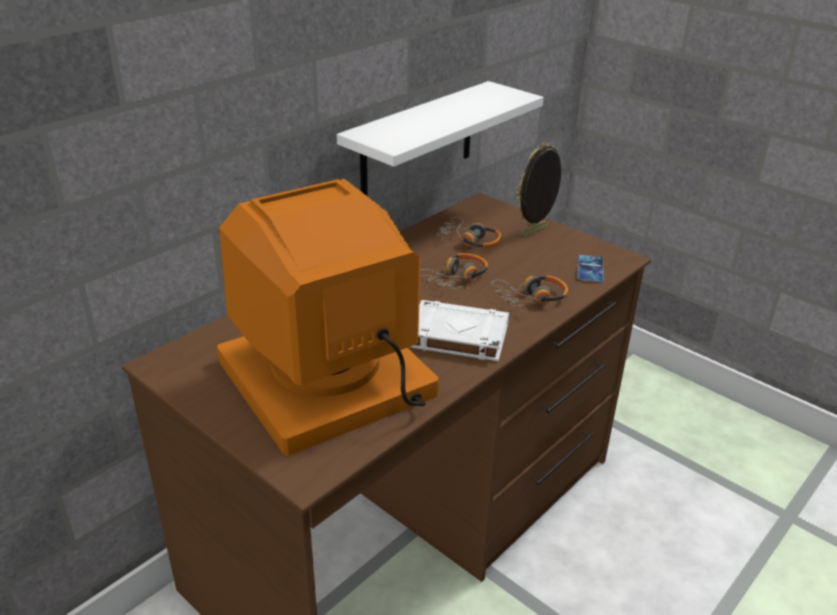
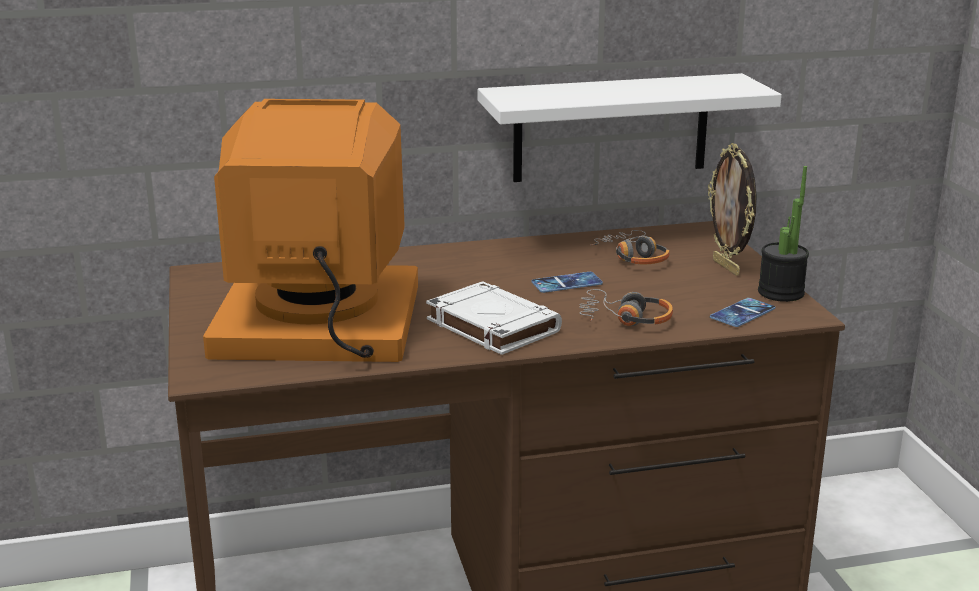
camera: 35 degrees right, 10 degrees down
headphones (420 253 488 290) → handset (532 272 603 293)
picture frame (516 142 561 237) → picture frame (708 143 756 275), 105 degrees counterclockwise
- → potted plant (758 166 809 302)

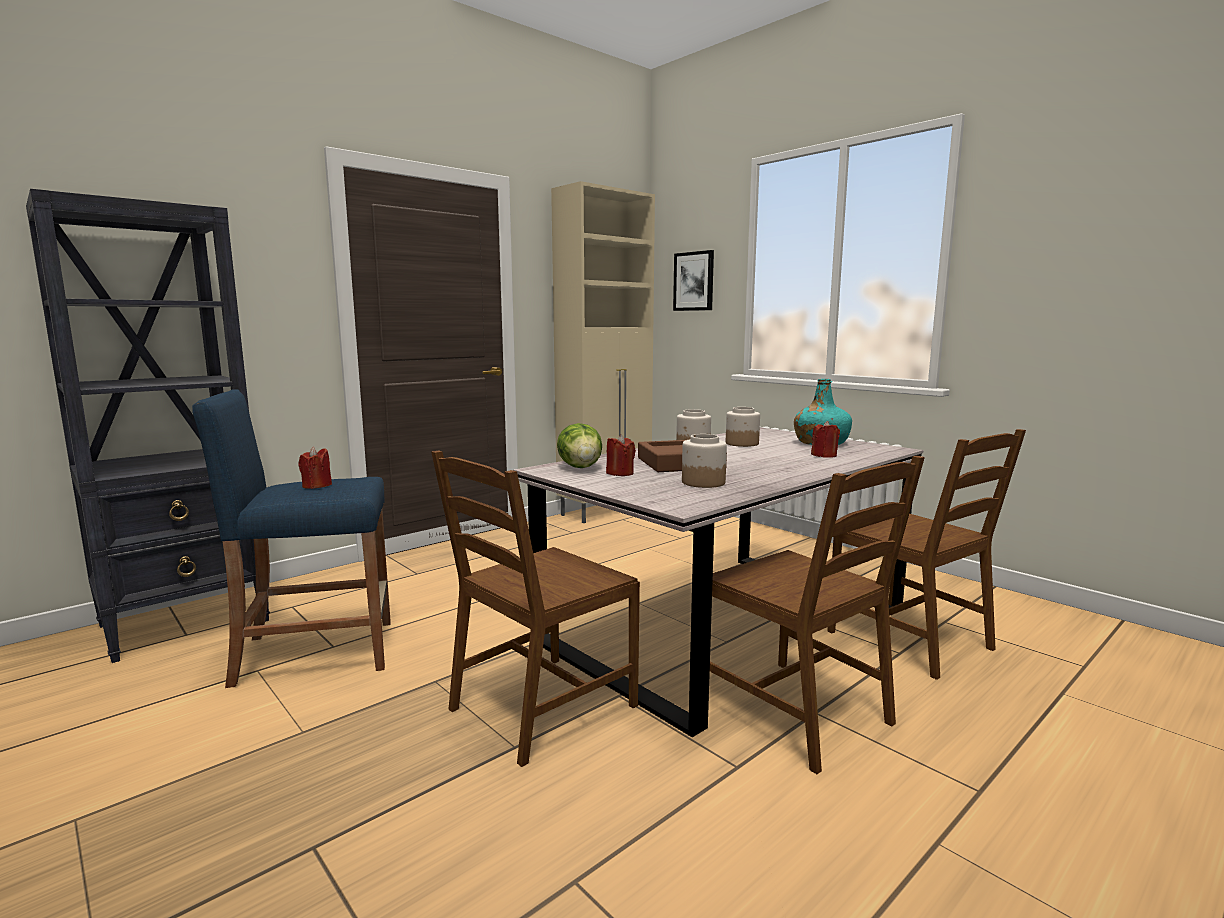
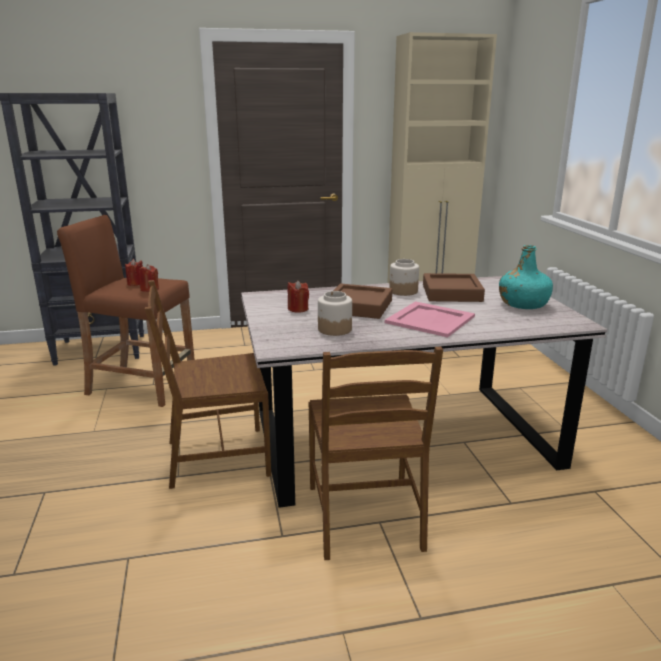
camera: 30 degrees right, 10 degrees up
sitting stool in bluish (192 389 391 688) → sitting stool in brownish (57 215 195 407)
lettuce head (557 423 602 468) → -
wall art (673 250 714 311) → -
preserve jar (726 407 760 447) → carrying tray in brownish (423 273 485 302)
candle in red (811 421 840 458) → candle in red (139 264 159 292), relocated
upright chair in brownish (827 429 1026 680) → -
- → carrying tray in pink (385 301 475 337)

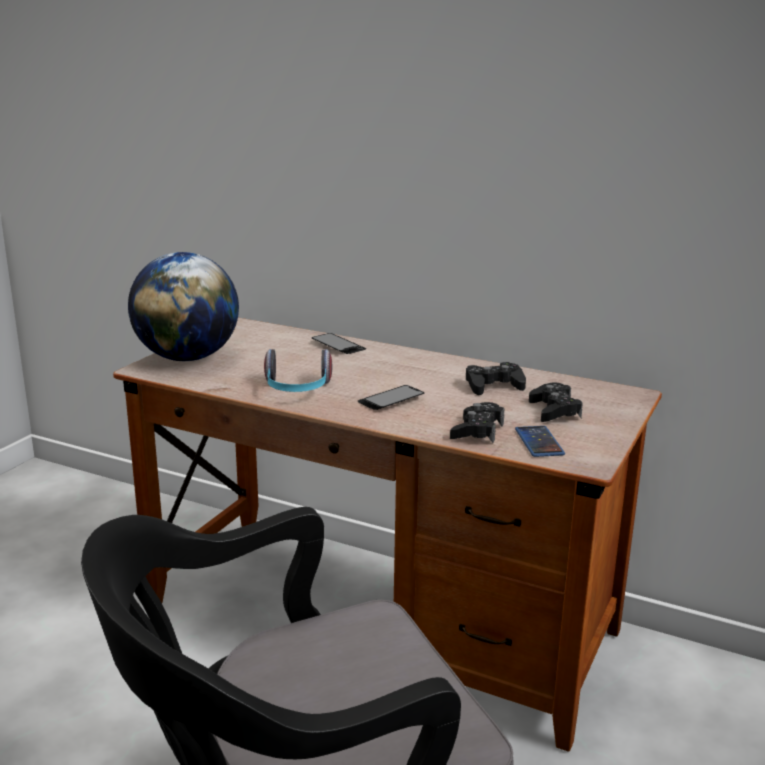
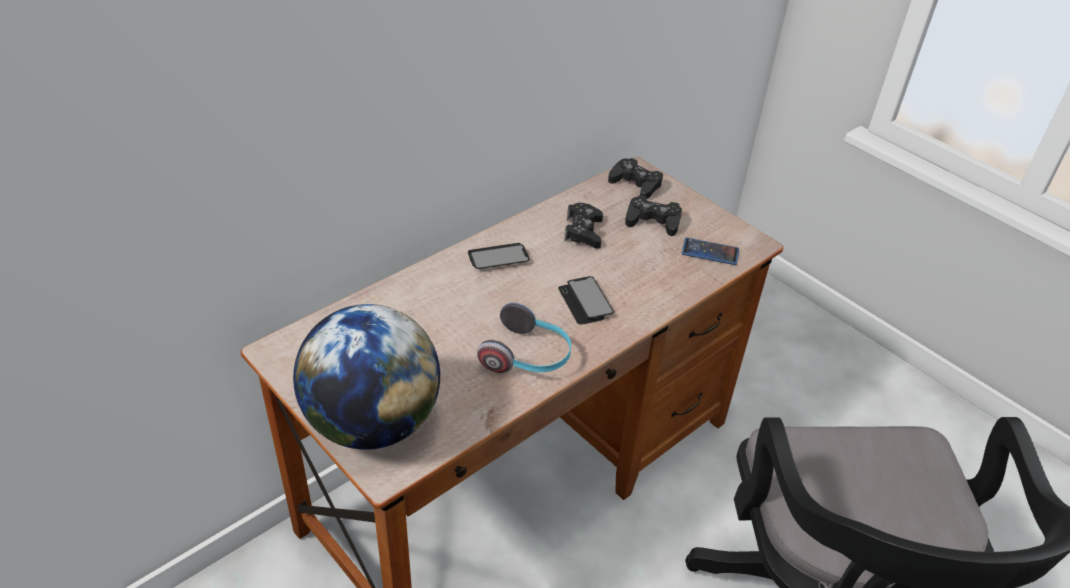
camera: 70 degrees left, 20 degrees up
handset (312 333 366 354) → handset (468 243 530 269), relocated
gamepad in blackish (450 402 505 443) → gamepad in blackish (608 158 663 199), relocated

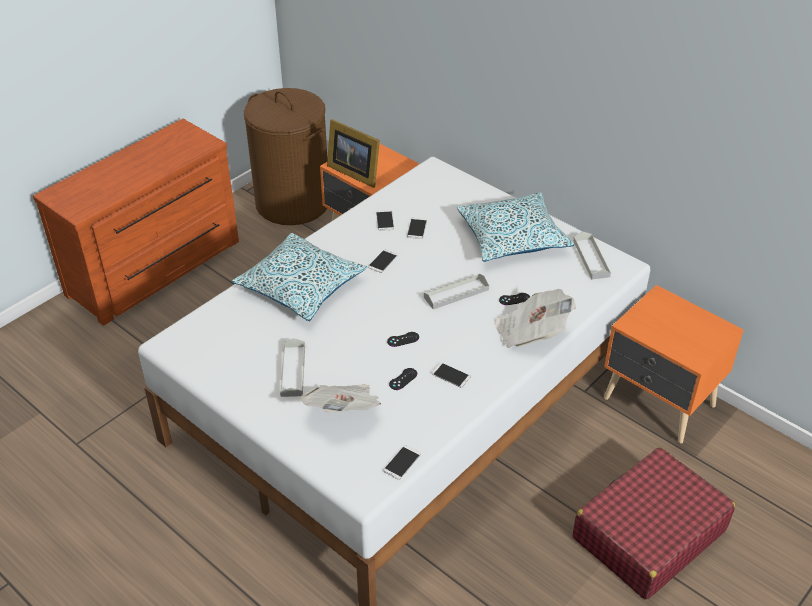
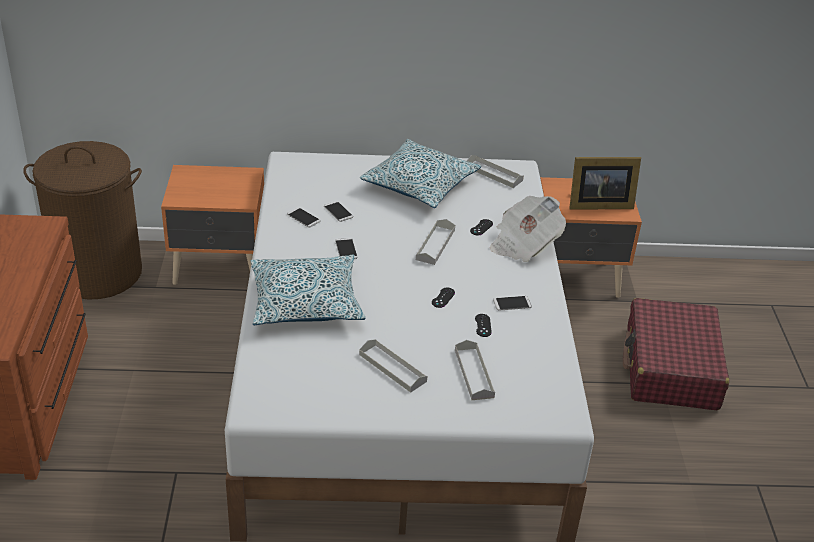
camera: 45 degrees left, 5 degrees down
daily paper (301 384 381 412) → carrying tray in greyish (455 340 495 400)
picture frame (327 119 380 188) → picture frame (569 157 641 210), relocated
handset (384 446 421 480) → -

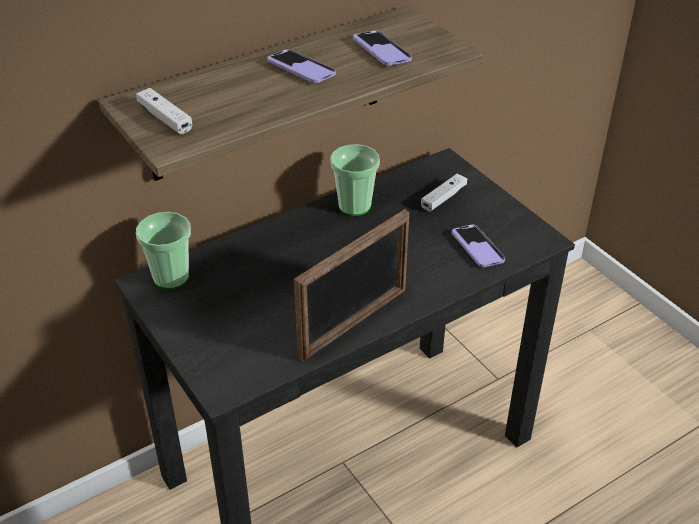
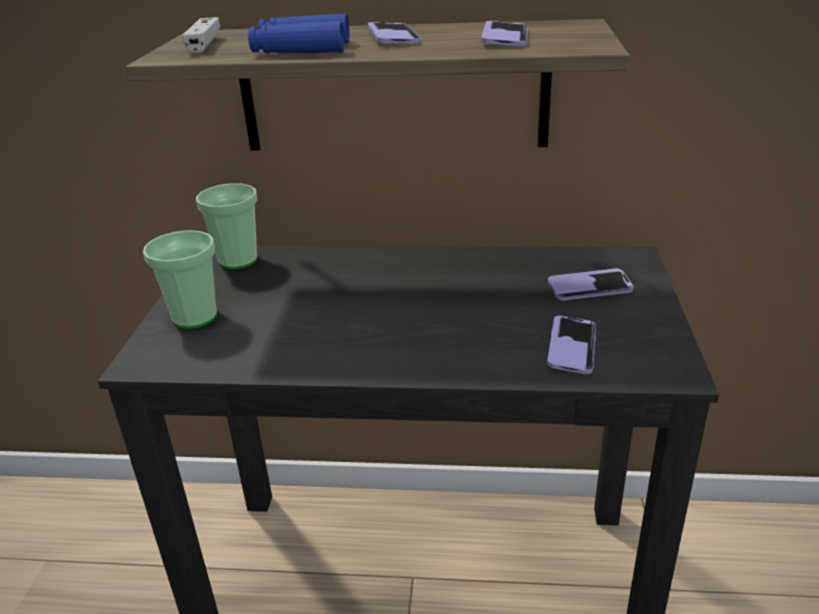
camera: 40 degrees right, 10 degrees down
picture frame (294 209 409 361) → -
drinking cup (330 144 380 216) → drinking cup (143 230 217 329), relocated
gamepad in whitish (421 174 467 212) → handset (548 268 634 301)
- → field glasses in bluish (248 14 350 53)

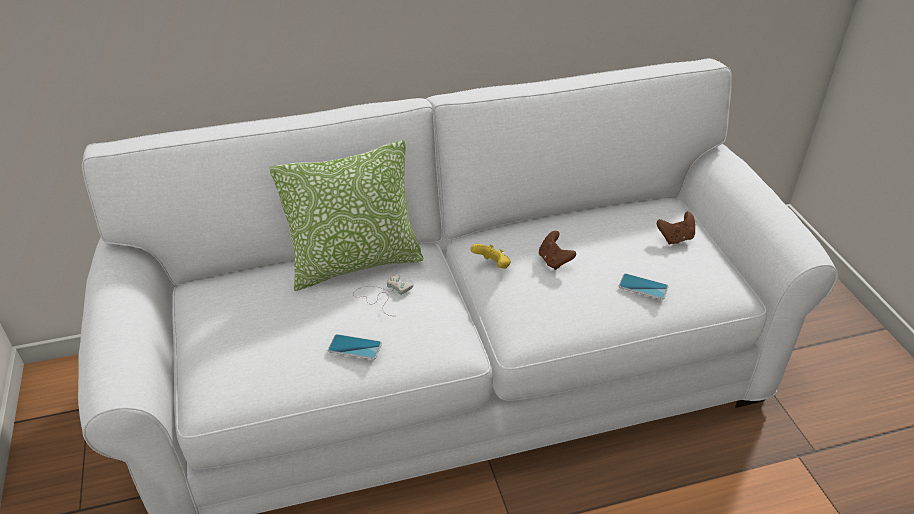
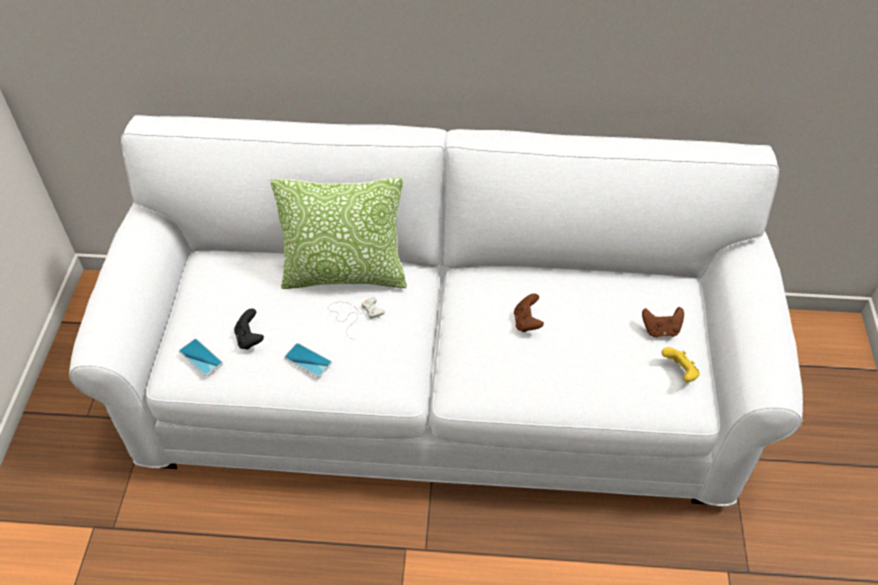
camera: 20 degrees right, 10 degrees up
gamepad in yellow (470 244 511 269) → gamepad in yellow (661 347 700 382), relocated
handset (619 273 669 300) → handset (179 339 223 376), relocated
- → gamepad in blackish (234 308 264 350)

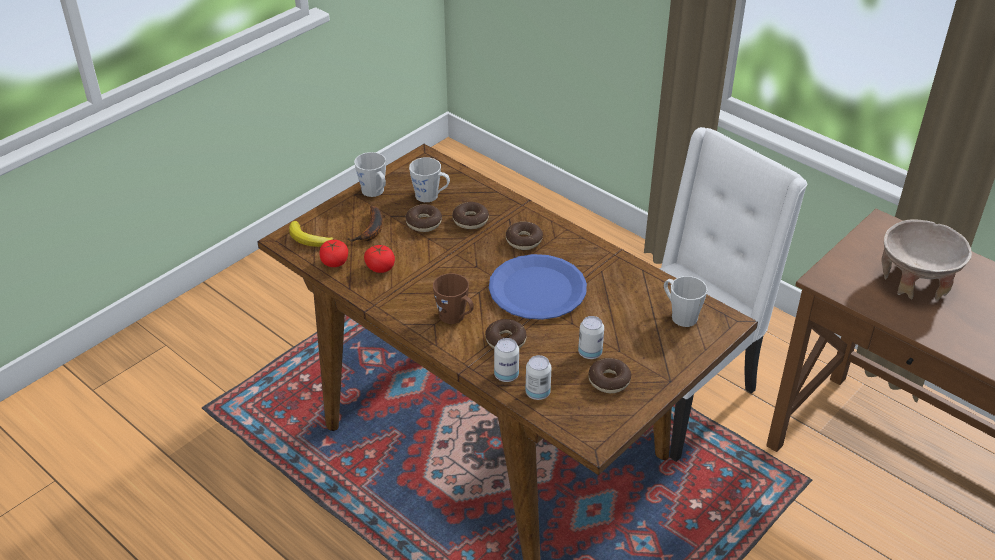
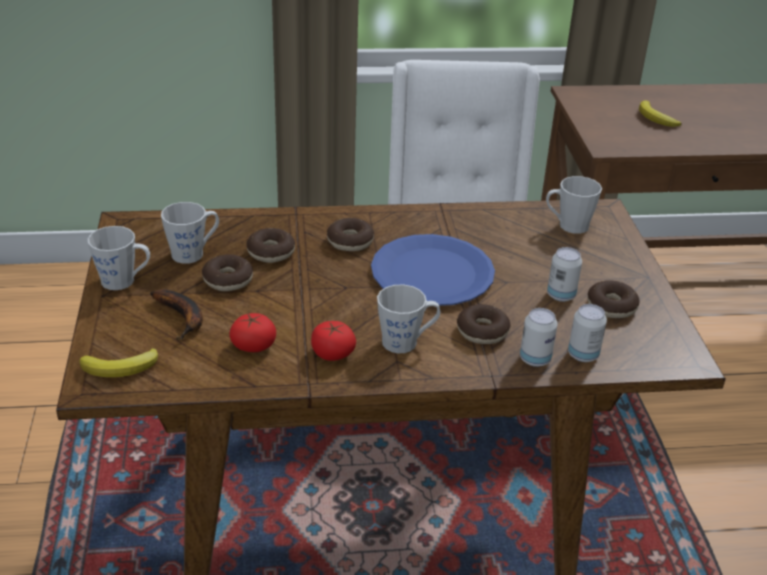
camera: 50 degrees left, 5 degrees down
whole tomato (319 240 348 267) → whole tomato (311 321 356 361), relocated
mug in brownish (433 273 474 324) → mug in greyish (377 285 440 353)
bowl in beige (882 219 972 301) → whole banana (639 100 682 127)

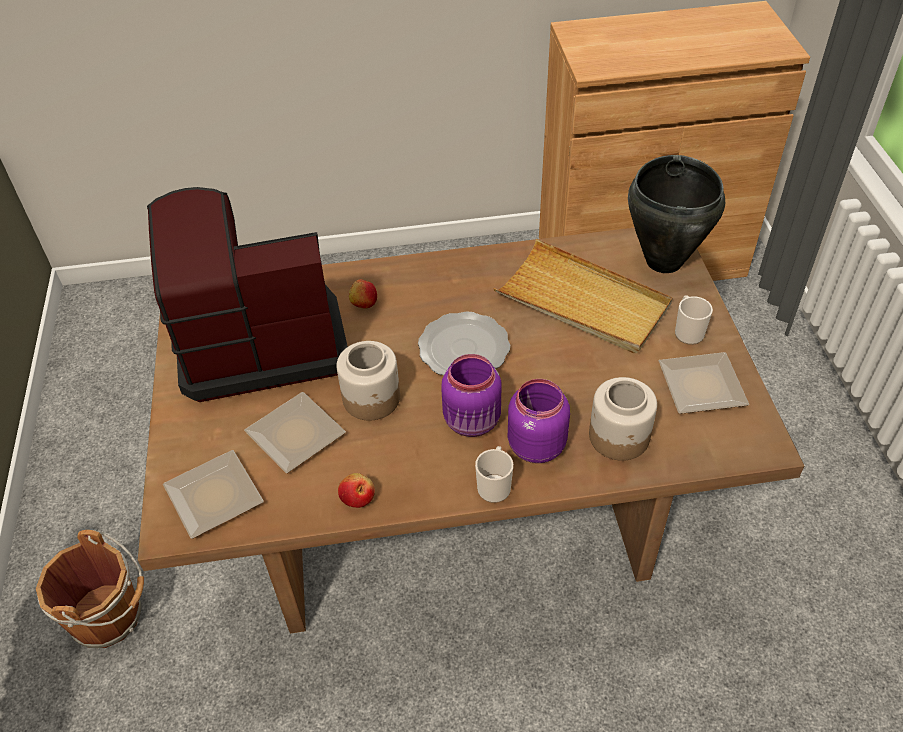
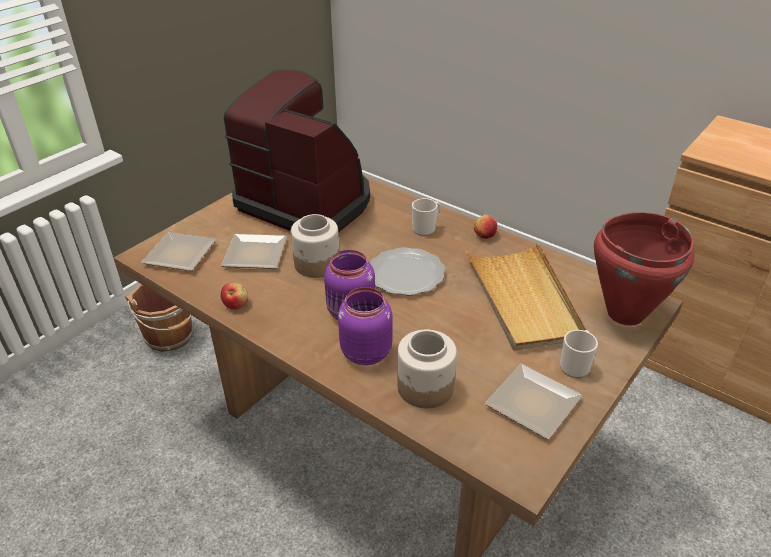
camera: 45 degrees right, 10 degrees down
whole apple (349 279 377 309) → whole apple (474 215 497 239), relocated
mug (475 446 513 503) → mug (412 198 440 236), relocated
stockpot in blackish (628 155 725 273) → stockpot in red (594 212 695 326)

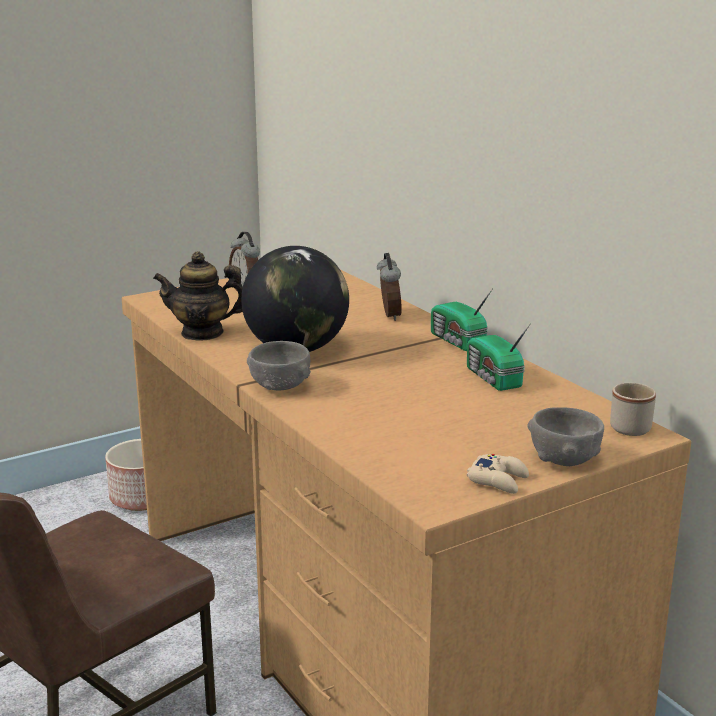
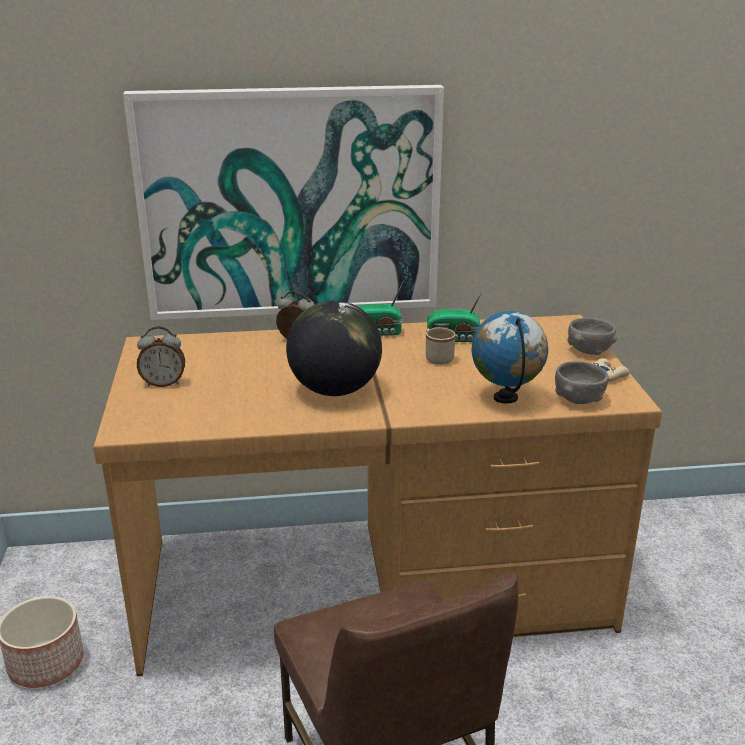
camera: 65 degrees left, 5 degrees up
tea pot (153 252 243 341) → -
bowl in greyish (247 341 311 390) → bowl in greyish (555 361 609 404), relocated
mug in beige (610 383 656 436) → mug in beige (426 328 455 365), relocated
- → wall art (123 85 444 320)
- → desk globe (471 311 548 404)

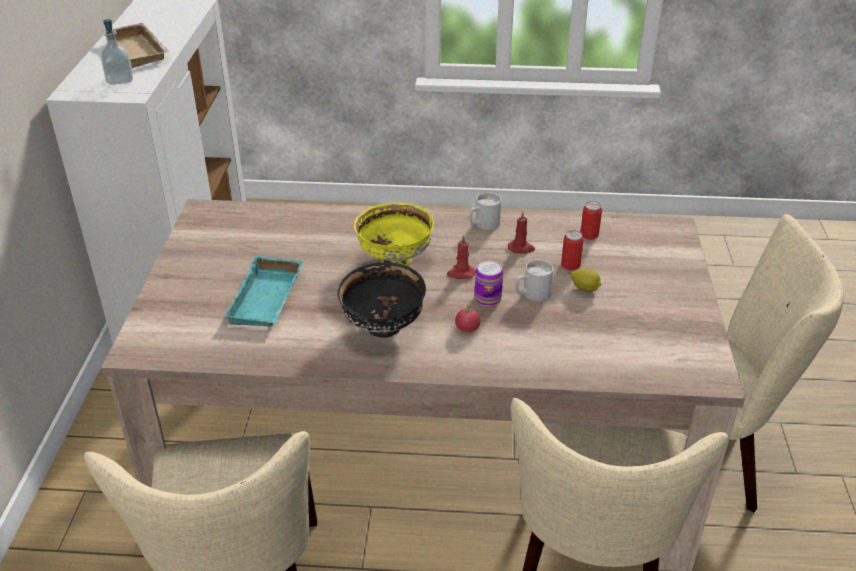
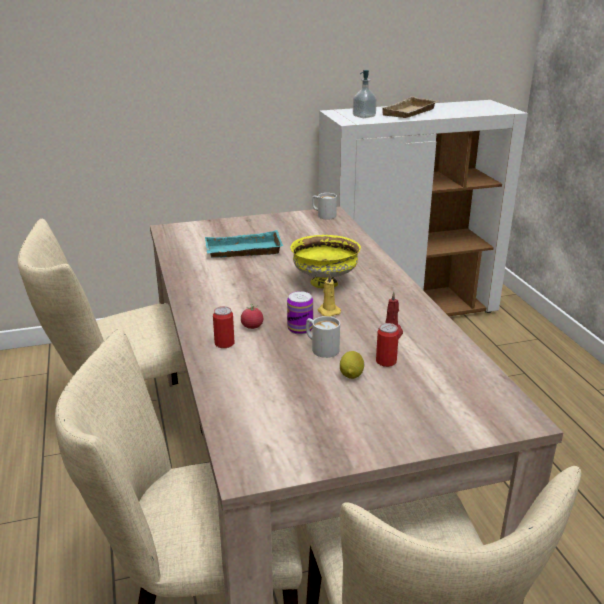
camera: 70 degrees right, 10 degrees down
bowl in blackish (338 262 426 338) → -
candle in red (447 235 475 279) → candle in yellow (317 273 341 316)
mug in whitish (469 192 501 230) → mug in whitish (312 193 337 220), relocated
can (580 201 602 240) → can (213 306 234 348), relocated

